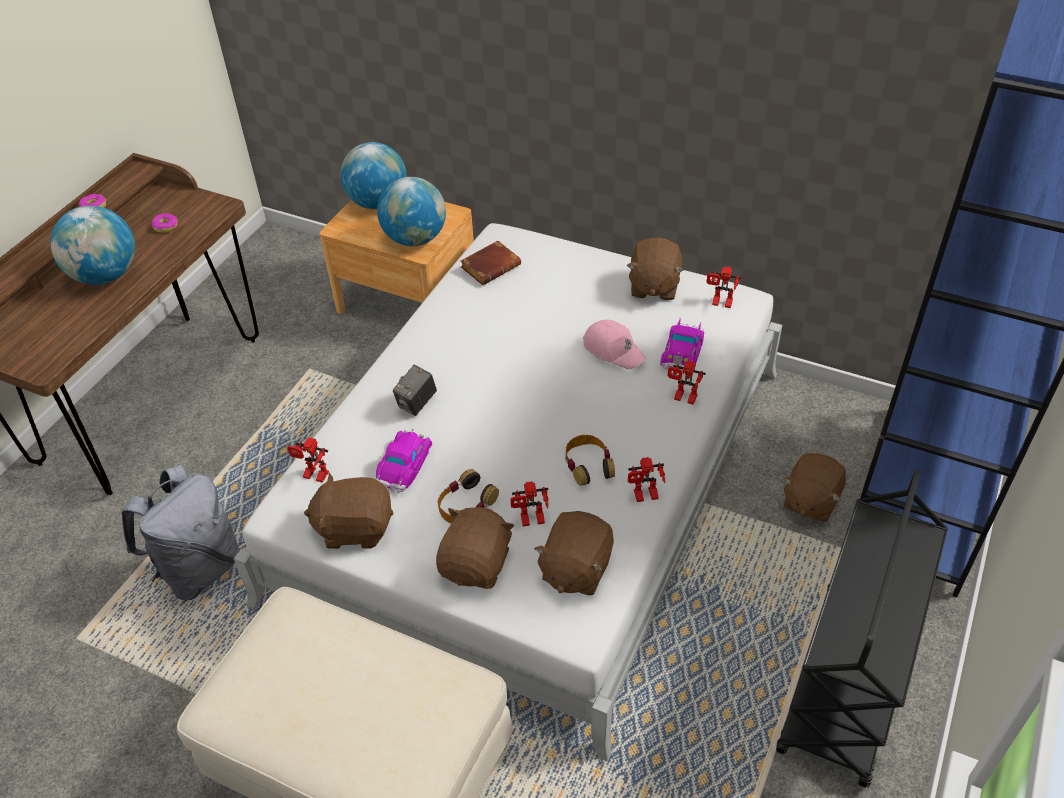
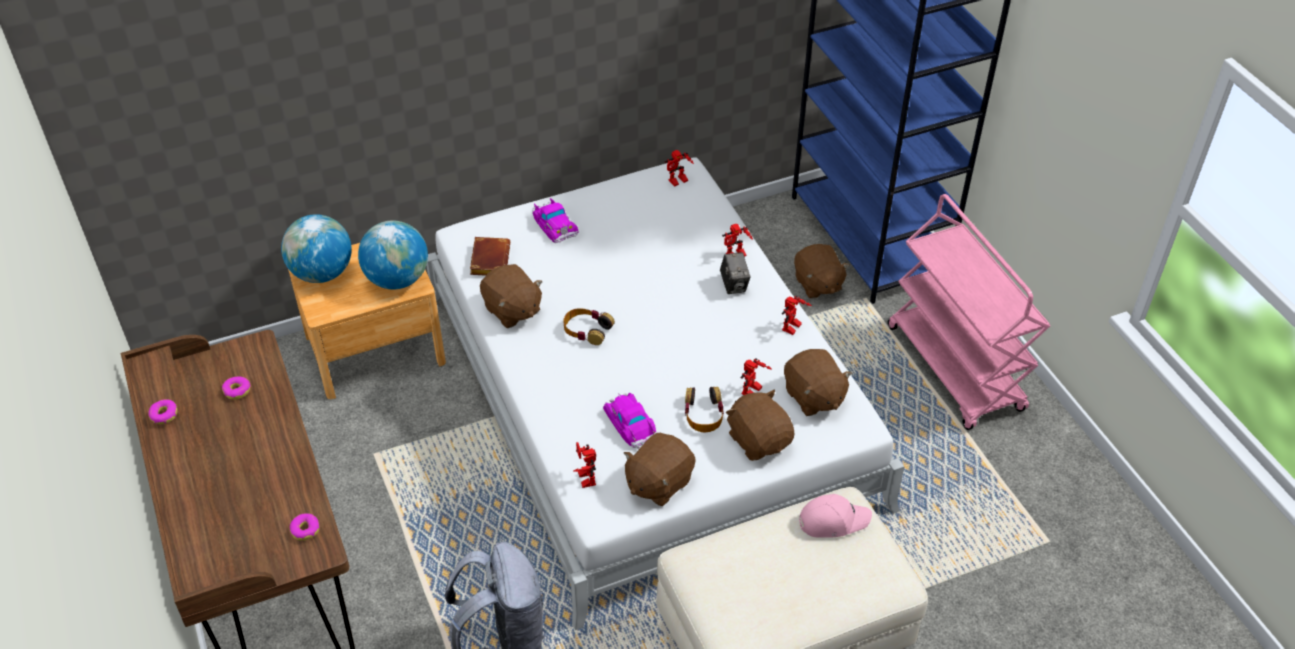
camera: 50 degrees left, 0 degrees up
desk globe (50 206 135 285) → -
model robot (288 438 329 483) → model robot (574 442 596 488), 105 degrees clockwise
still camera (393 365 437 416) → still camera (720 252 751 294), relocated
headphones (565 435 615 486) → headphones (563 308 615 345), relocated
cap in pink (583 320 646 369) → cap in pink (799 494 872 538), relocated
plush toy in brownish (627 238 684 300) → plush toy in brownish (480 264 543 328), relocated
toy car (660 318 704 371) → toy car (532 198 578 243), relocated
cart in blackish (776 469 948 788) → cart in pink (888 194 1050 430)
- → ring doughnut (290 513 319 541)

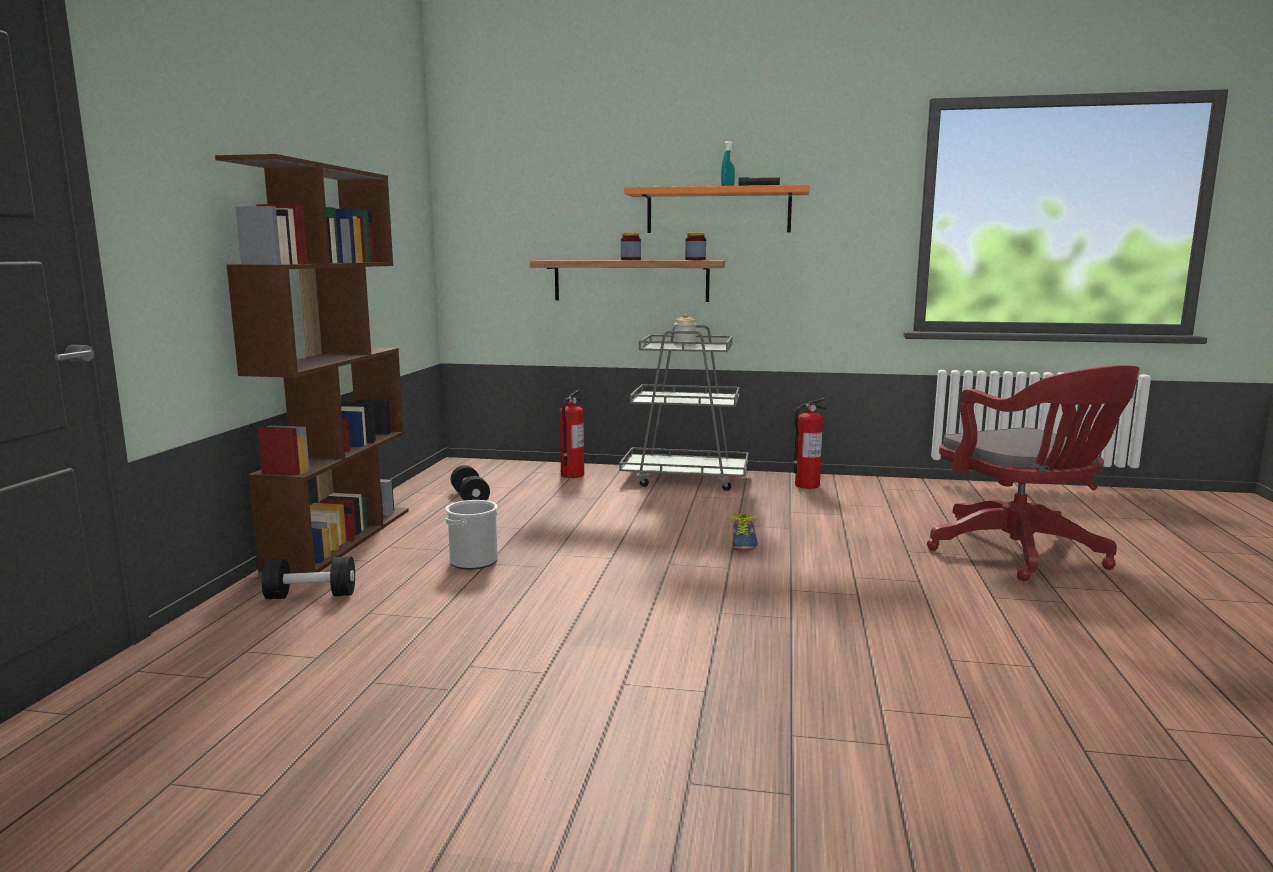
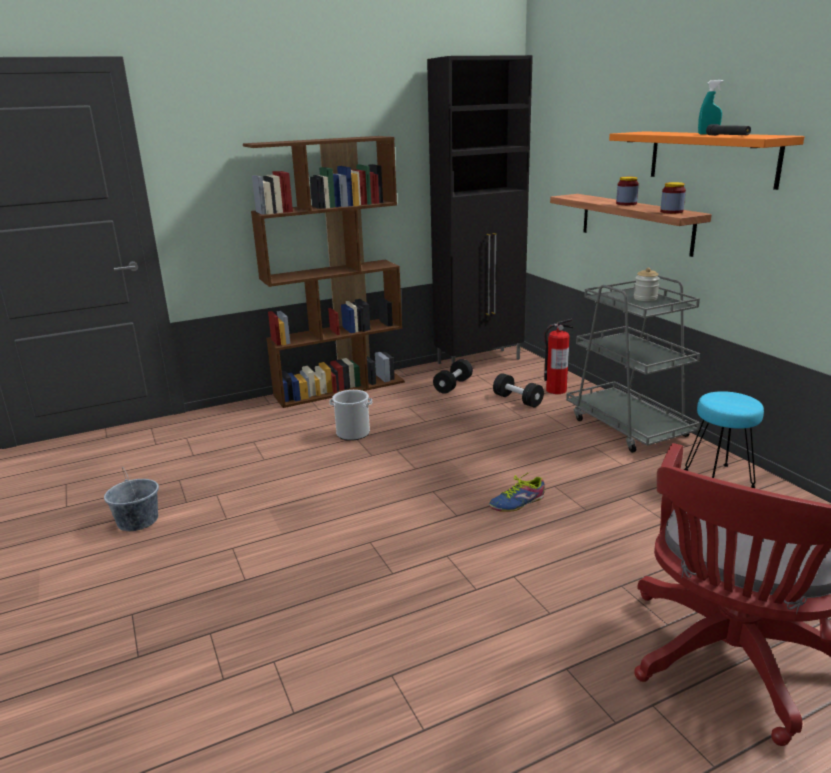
camera: 55 degrees right, 10 degrees up
hand weight in blackish (262 557 355 599) → hand weight in blackish (493 373 544 407), relocated
fire-fighting cylinder (794 398 826 489) → sitting stool in turquoise (684 391 764 488)
- → bucket in greyish (104 468 159 531)
- → cupboard in blackish (427 55 533 364)

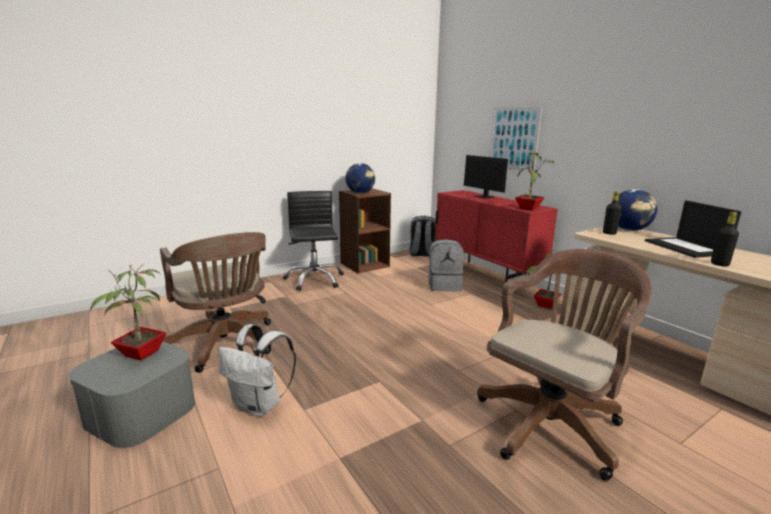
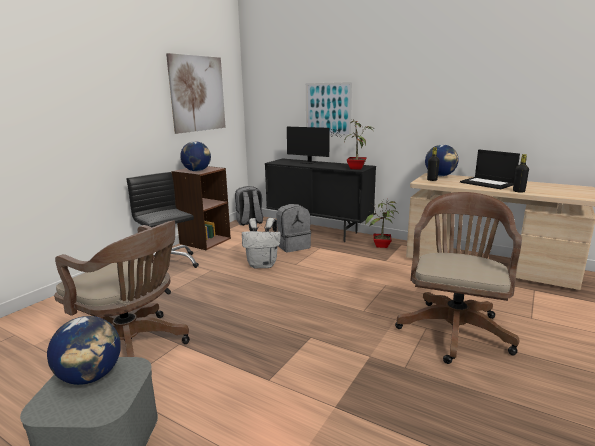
camera: 25 degrees left, 0 degrees up
potted plant (90 264 166 360) → desk globe (47 316 121 385)
backpack in whitish (218 324 296 417) → backpack in whitish (242 218 281 268), relocated
cupboard in red (435 190 558 282) → cupboard in blackish (265 158 376 242)
- → wall art (166 53 226 134)

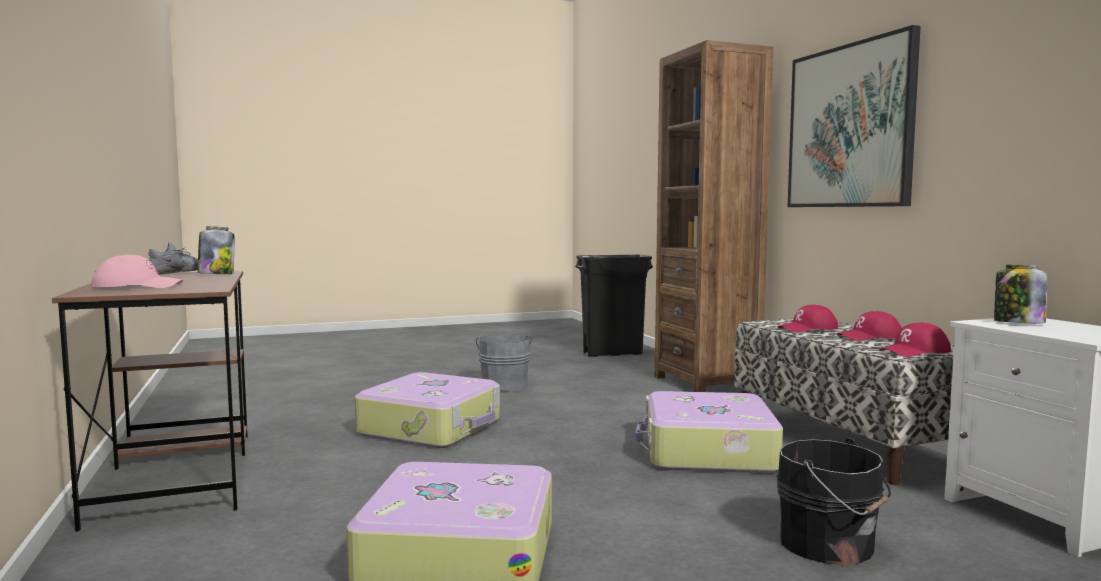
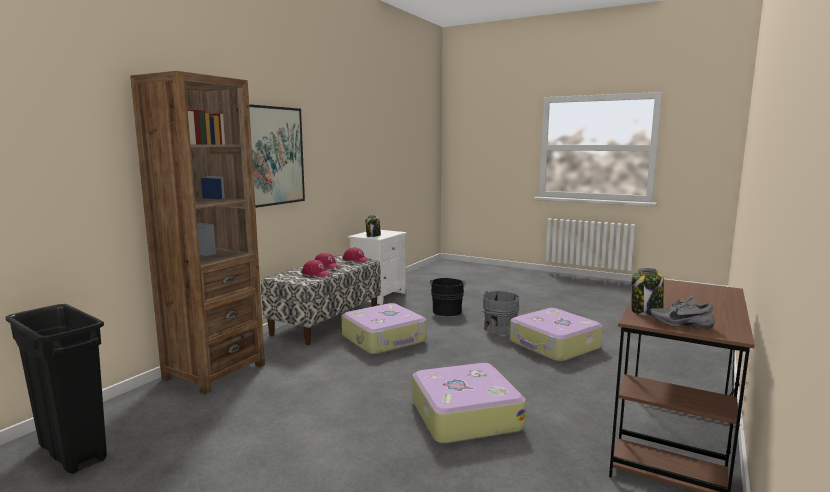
camera: 130 degrees left, 5 degrees up
cap in pink (91 254 183 288) → -
bucket in greyish (476 334 532 392) → bucket in greyish (479 291 520 335), relocated

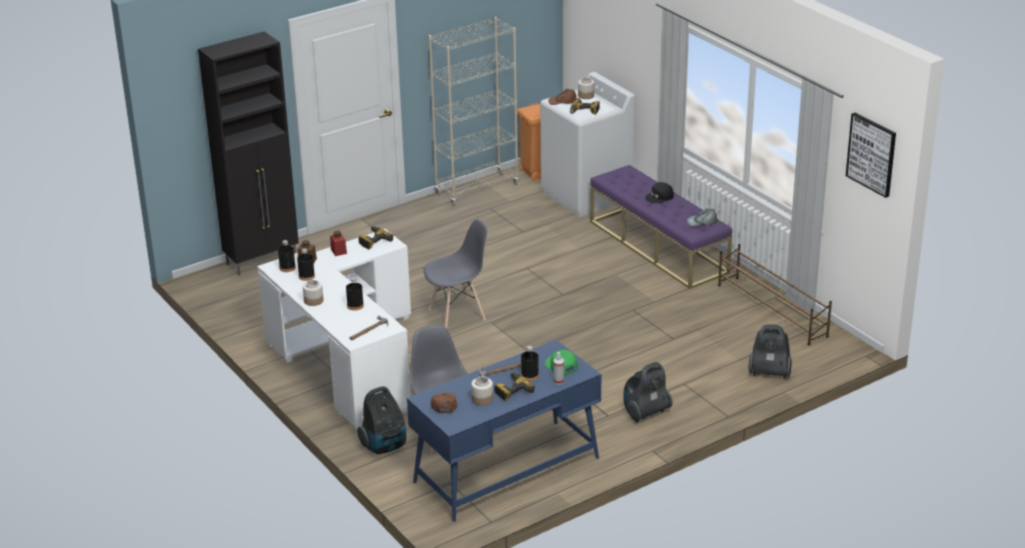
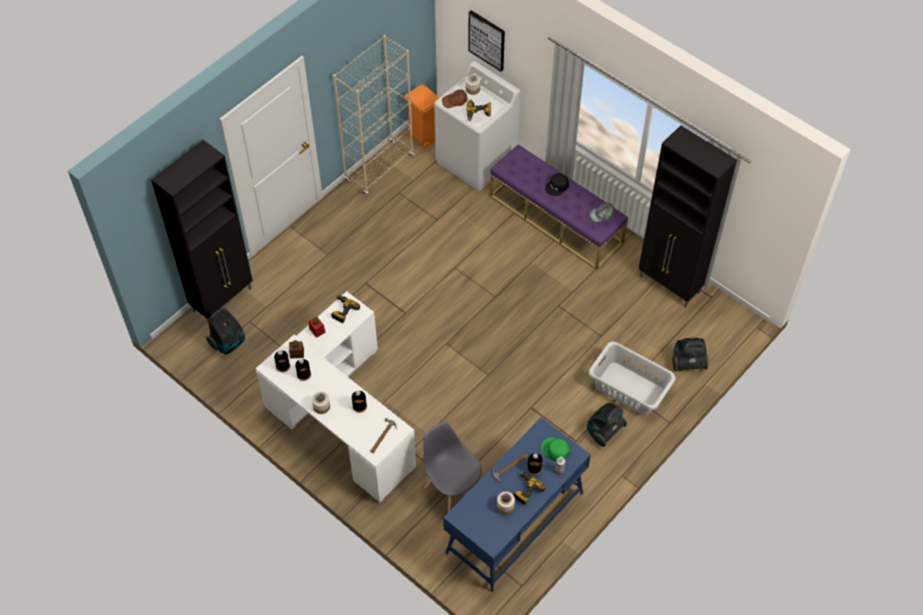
camera: 15 degrees left, 25 degrees up
vacuum cleaner (357 386 406 454) → vacuum cleaner (206 307 245 354), relocated
upright chair in greyish (424 219 487 329) → -
cap in brownish (431 392 457 413) → -
shoe shelf in brownish (718 244 832 345) → cupboard in blackish (639 125 737 308)
wall art (846 113 896 198) → wall art (468 10 505 72), relocated
- → hamper in greyish (589 342 676 415)

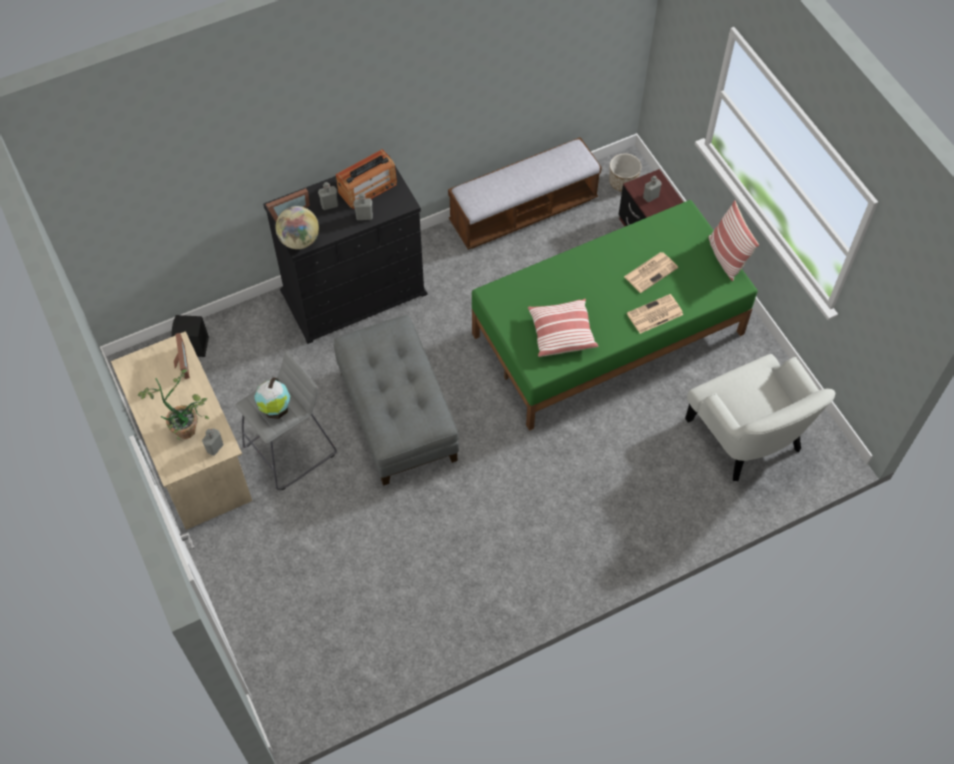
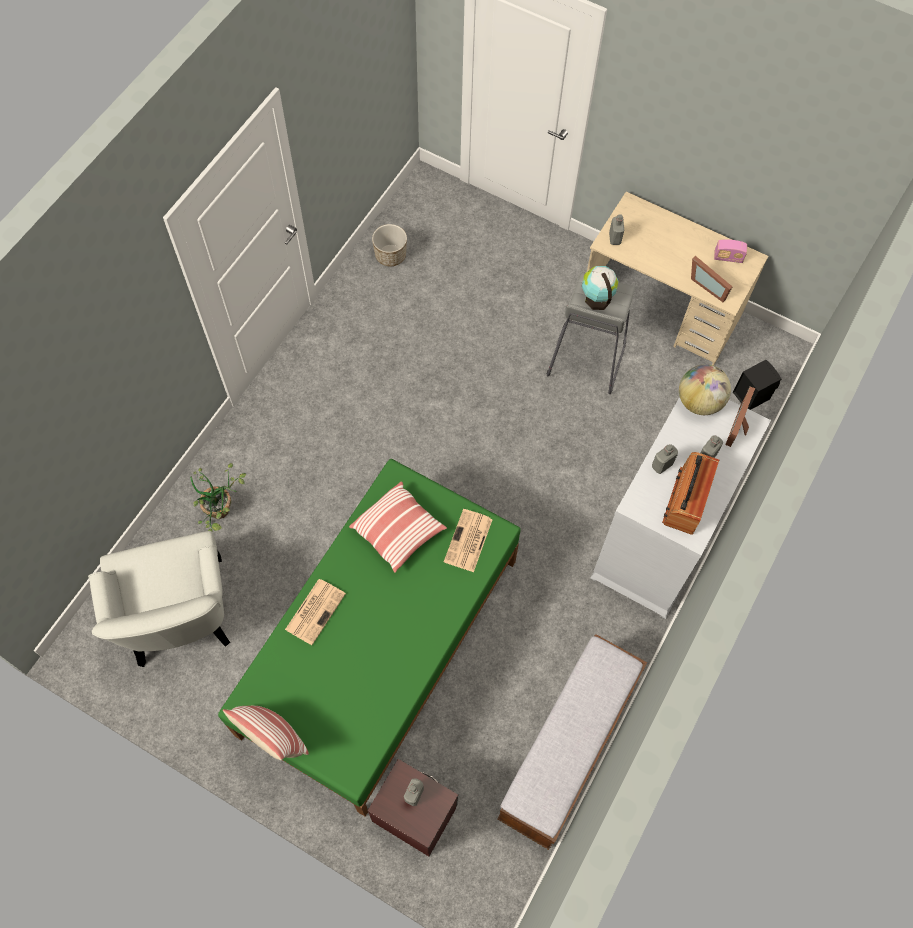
camera: 145 degrees right, 5 degrees up
potted plant (138 369 209 440) → potted plant (190 463 246 531), relocated
chest of drawers in blackish (263 156 428 344) → chest of drawers in whitish (590 397 771 619)
footrest in greyish (334 315 459 486) → -
flower pot (609 153 641 192) → flower pot (372 224 407 266), relocated
daily paper (624 252 678 293) → daily paper (444 509 493 572), relocated
armchair in whitish (685 354 835 481) → armchair in whitish (88 531 230 667), 135 degrees counterclockwise
- → radio set (714 239 747 263)

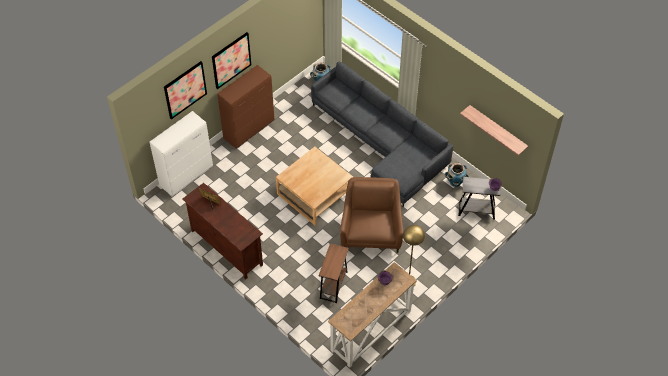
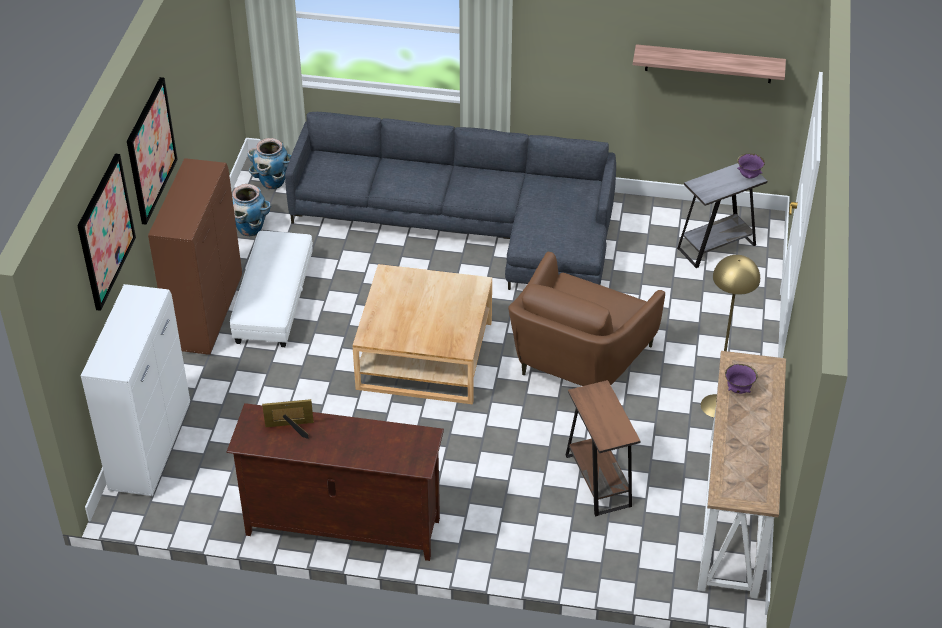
camera: 35 degrees left, 10 degrees down
armchair in brownish (340 177 403 253) → armchair in brownish (508 252 665 386), 120 degrees counterclockwise
flower pot (444 163 469 187) → flower pot (232 184 271 236), relocated
- → footrest in whitish (230 231 313 347)

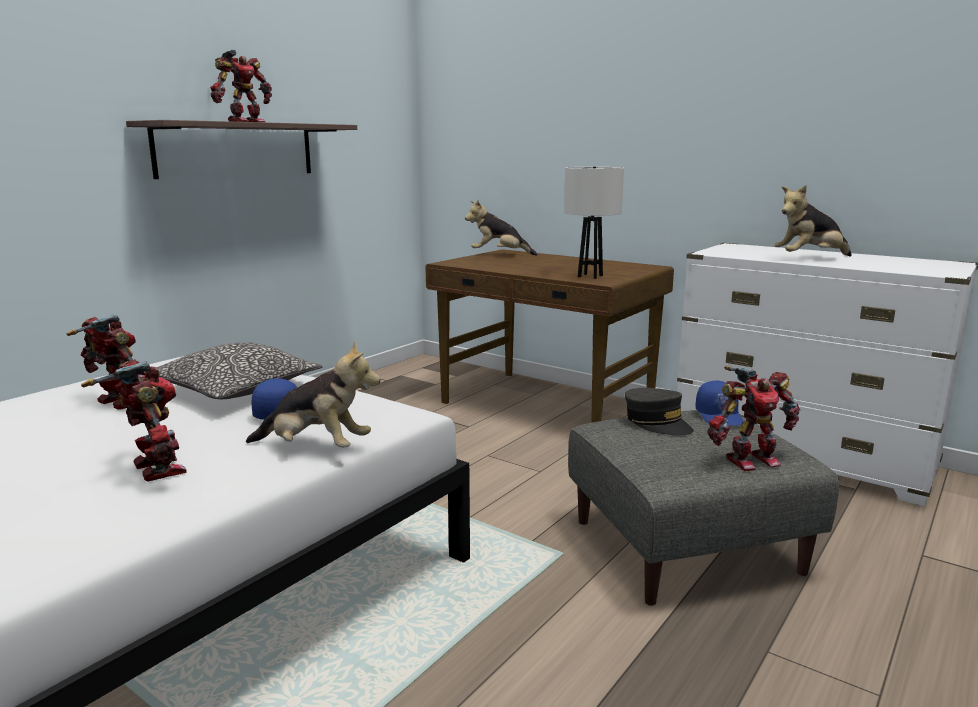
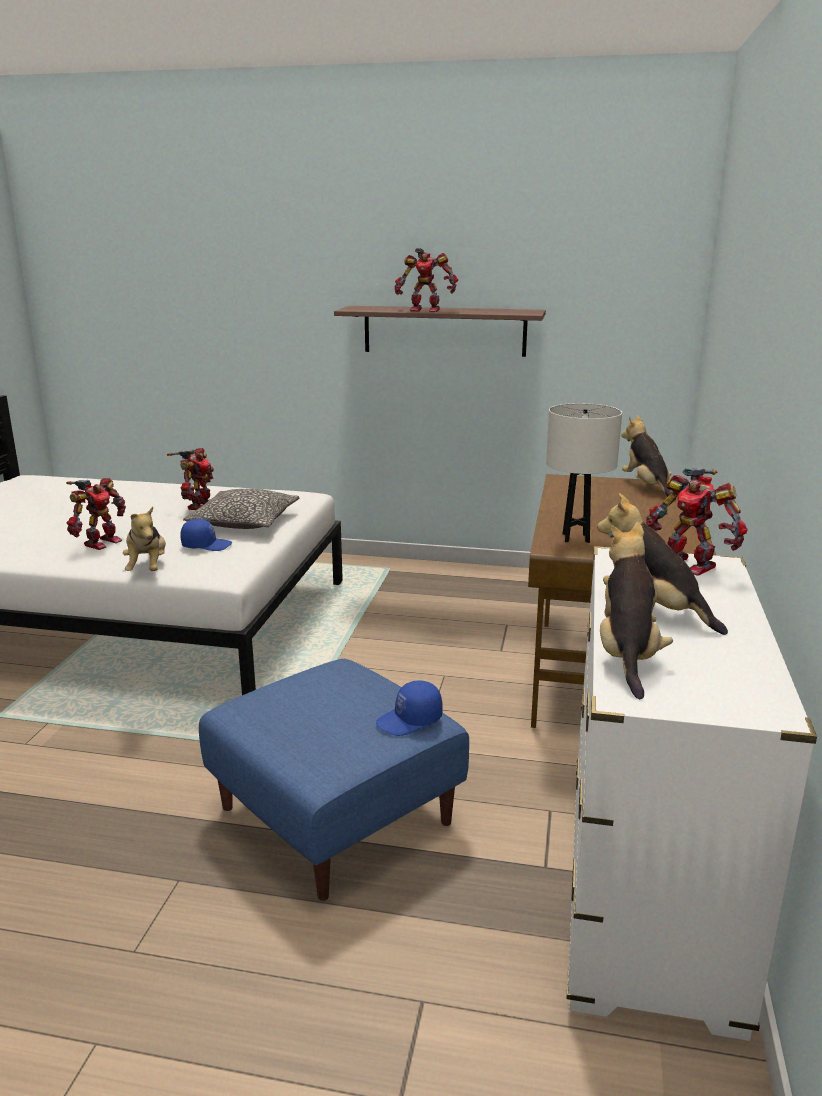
camera: 65 degrees right, 5 degrees up
footrest in greyish (568 410 839 606) → footrest in bluish (199 659 469 901)
cap in greyish (625 388 694 436) → -
model robot (707 366 800 471) → model robot (646 468 748 576), relocated
- → plush toy (600 522 673 699)

